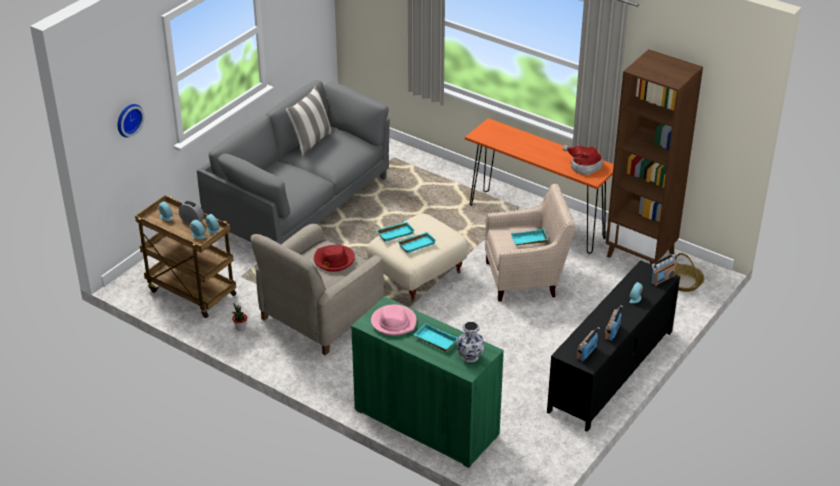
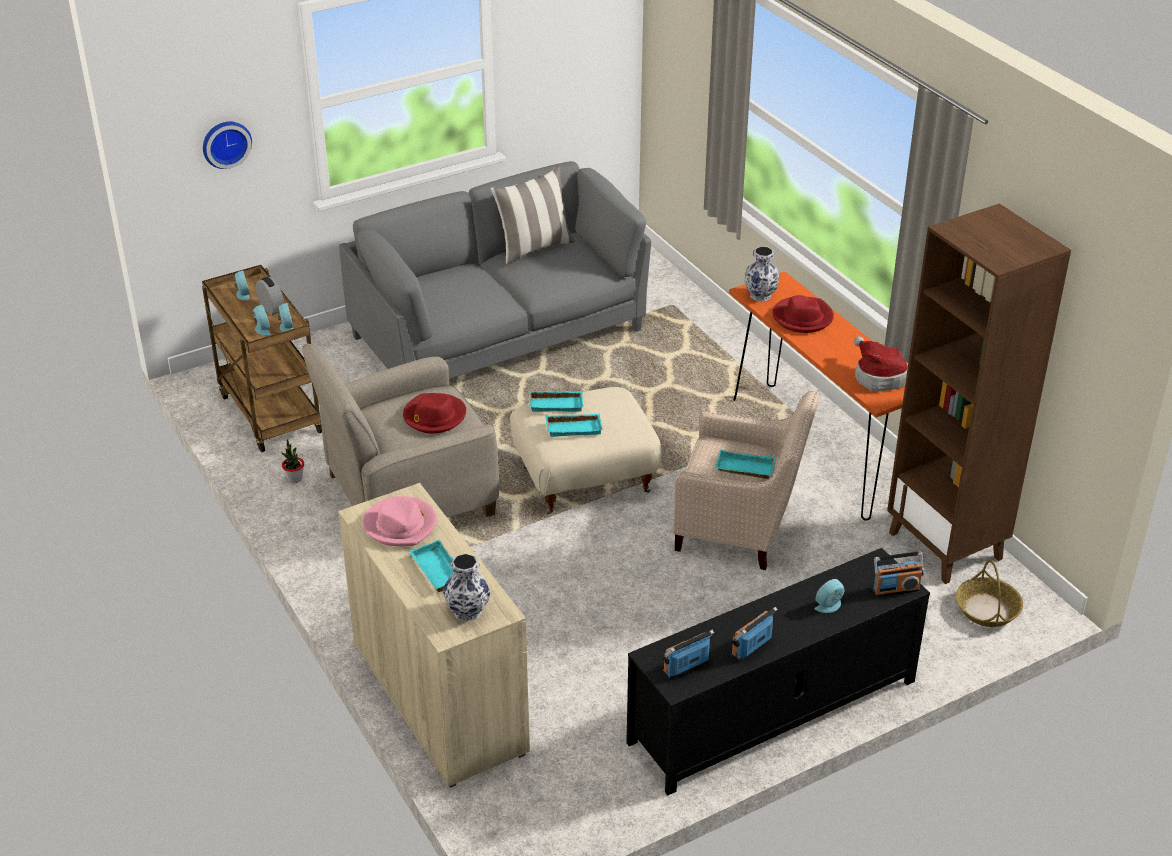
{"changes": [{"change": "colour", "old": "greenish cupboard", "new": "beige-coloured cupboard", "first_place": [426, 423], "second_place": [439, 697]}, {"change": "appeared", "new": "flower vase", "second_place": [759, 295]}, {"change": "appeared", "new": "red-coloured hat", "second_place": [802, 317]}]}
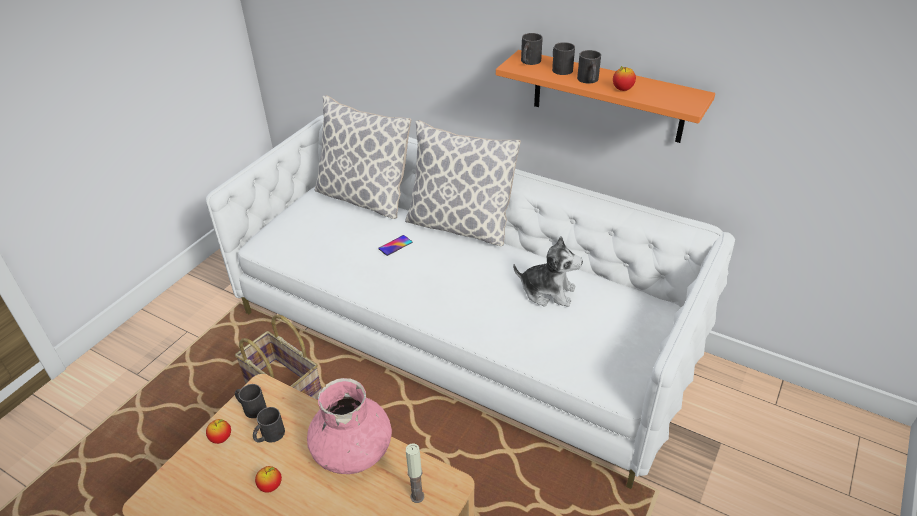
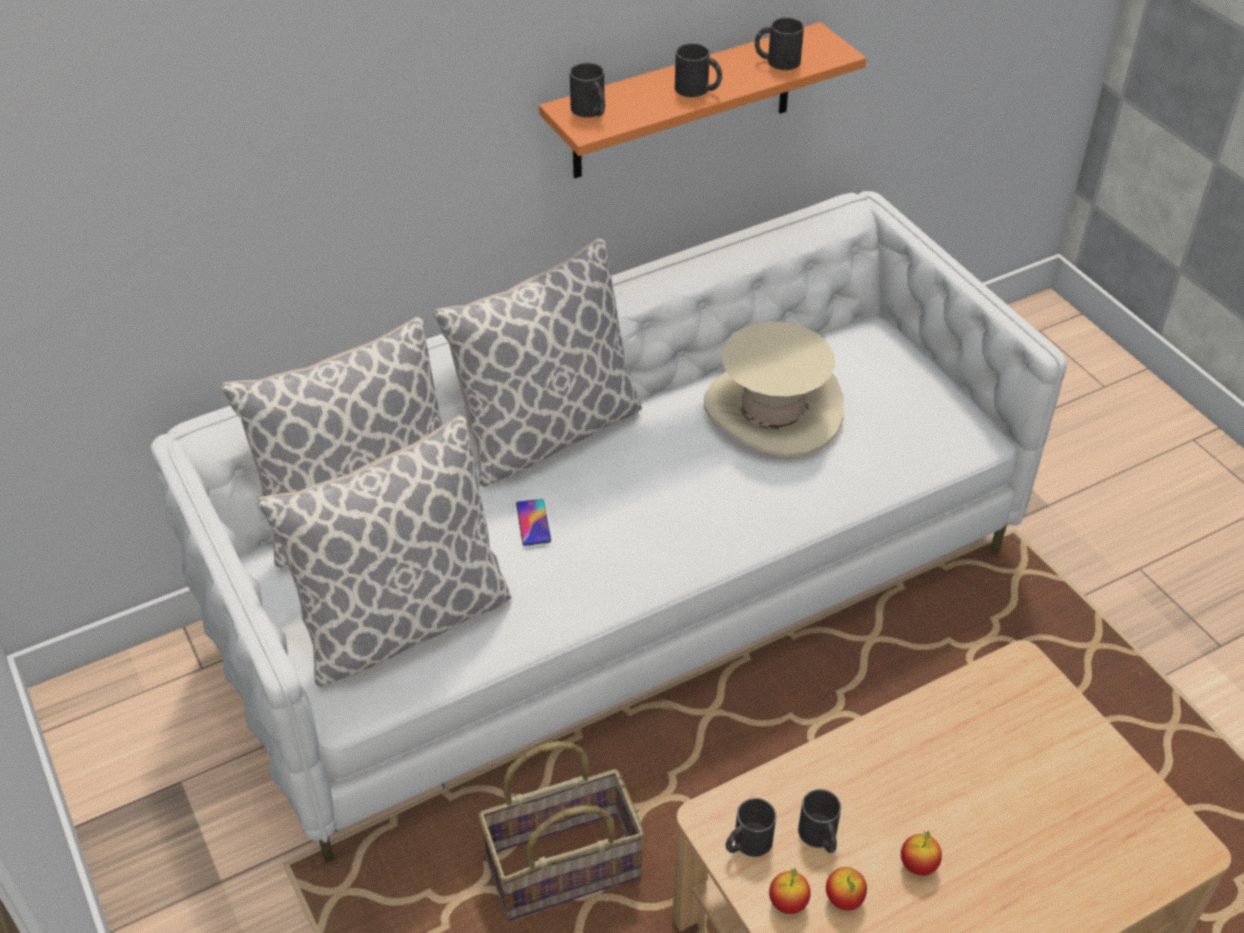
{"changes": [{"change": "relocated", "old": "blackish tea mug", "first_place": [560, 68], "second_place": [776, 61]}, {"change": "relocated", "old": "apple fruit", "first_place": [622, 89], "second_place": [844, 899]}, {"change": "exchanged", "old": "soft toy", "new": "beige-coloured hat", "first_place": [548, 292], "second_place": [773, 410]}, {"change": "missing", "old": "pink-coloured flower vase", "first_place": [353, 449]}, {"change": "missing", "old": "candle", "first_place": [417, 496]}, {"change": "appeared", "new": "pillow", "second_place": [403, 620]}]}
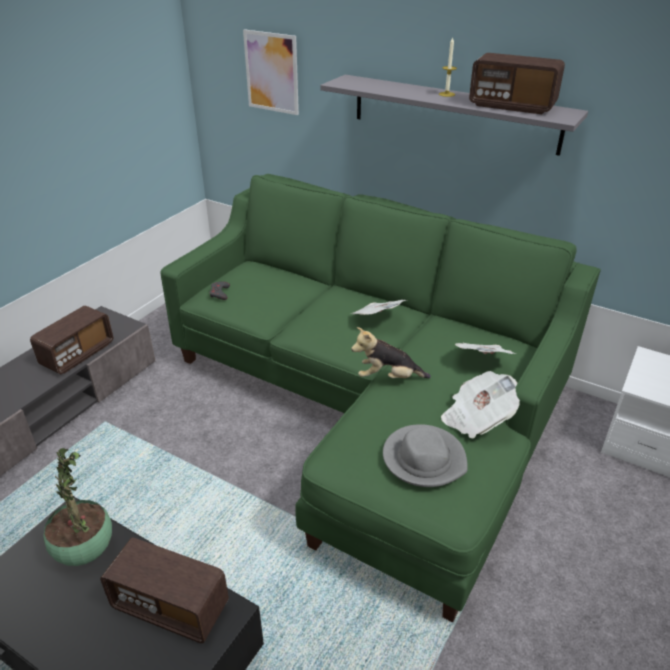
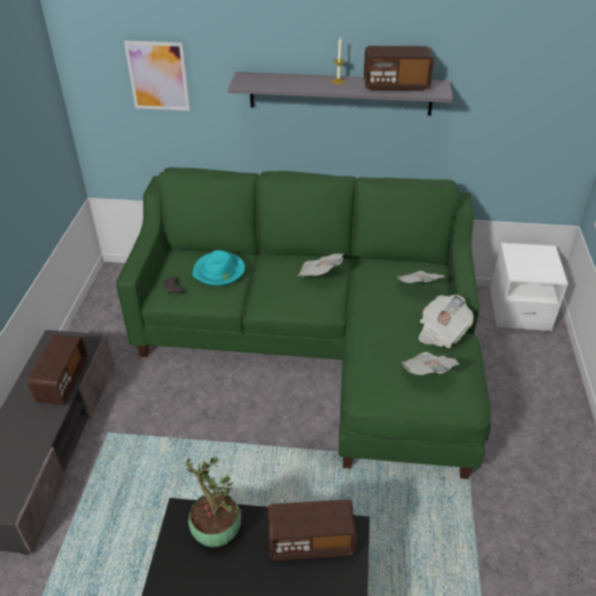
{"changes": [{"change": "missing", "old": "soft toy", "first_place": [388, 377]}, {"change": "exchanged", "old": "gray hat", "new": "newspaper", "first_place": [424, 458], "second_place": [427, 373]}, {"change": "appeared", "new": "turquoise hat", "second_place": [219, 271]}]}
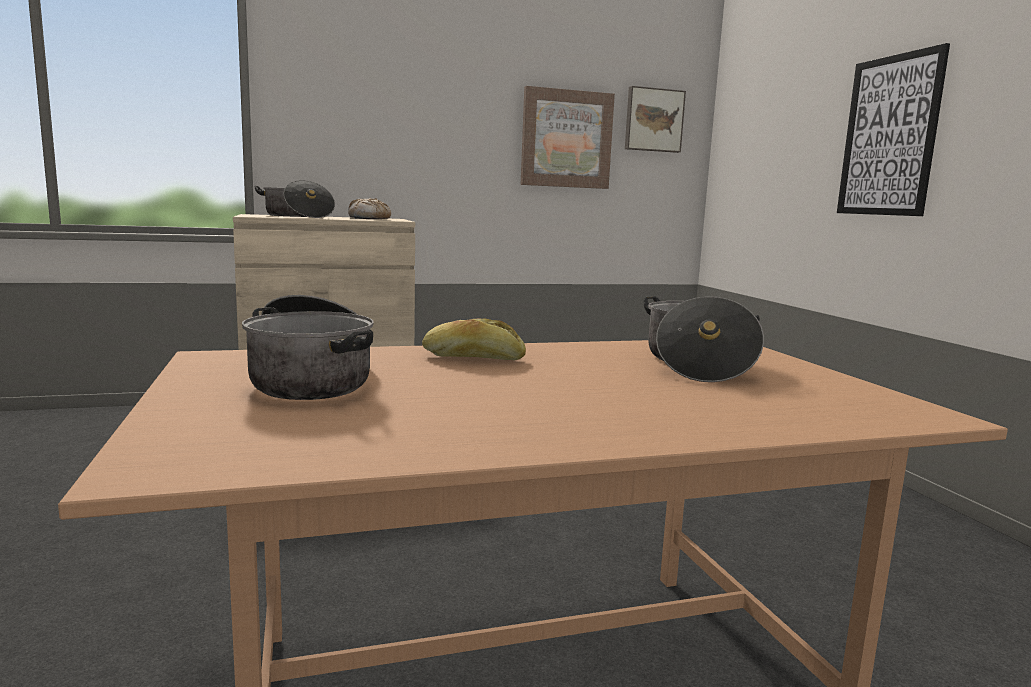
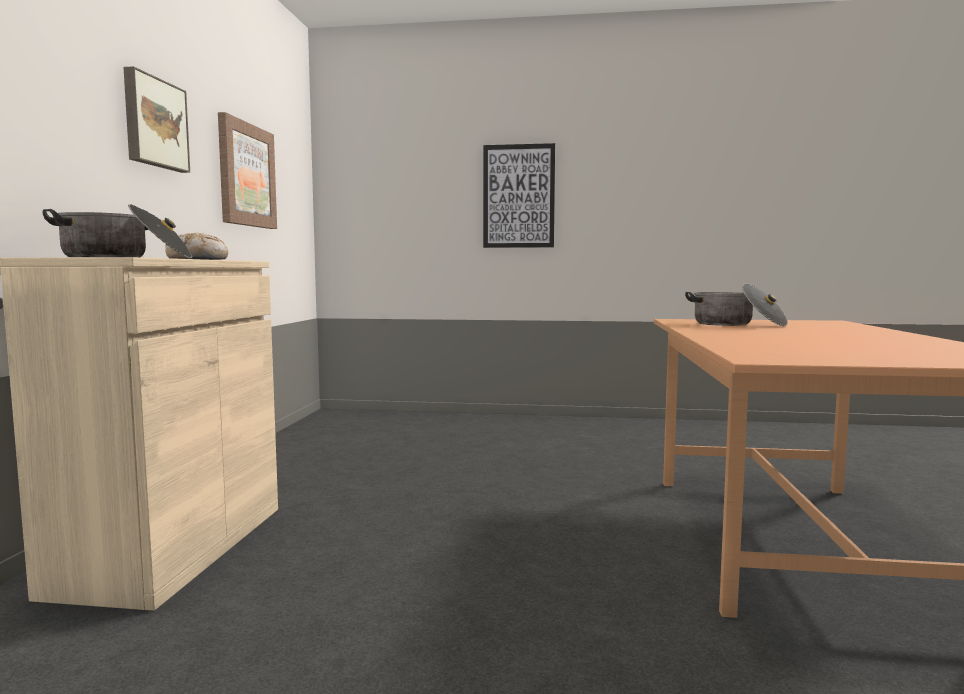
{"changes": [{"change": "relocated", "old": "picture", "first_place": [653, 120], "second_place": [154, 123]}, {"change": "missing", "old": "stockpot", "first_place": [314, 379]}, {"change": "missing", "old": "baked bread", "first_place": [473, 358]}]}
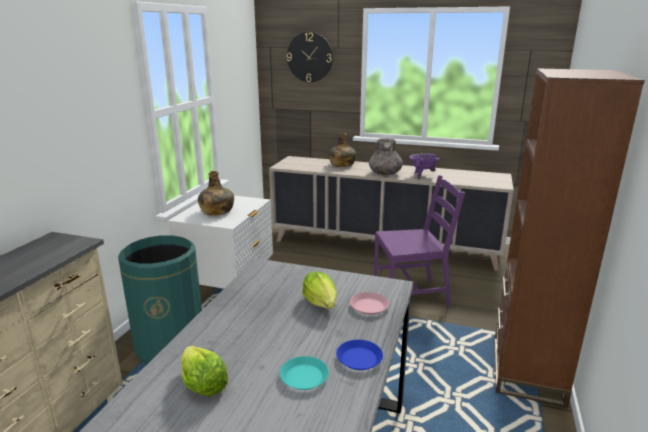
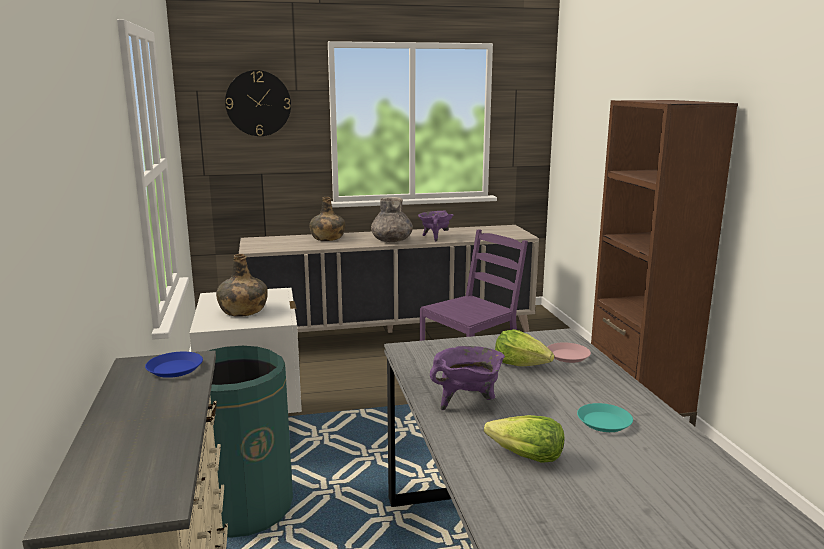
{"changes": [{"change": "relocated", "old": "bluish dinner plate", "first_place": [359, 358], "second_place": [175, 369]}, {"change": "appeared", "new": "purple-coloured stockpot", "second_place": [467, 403]}]}
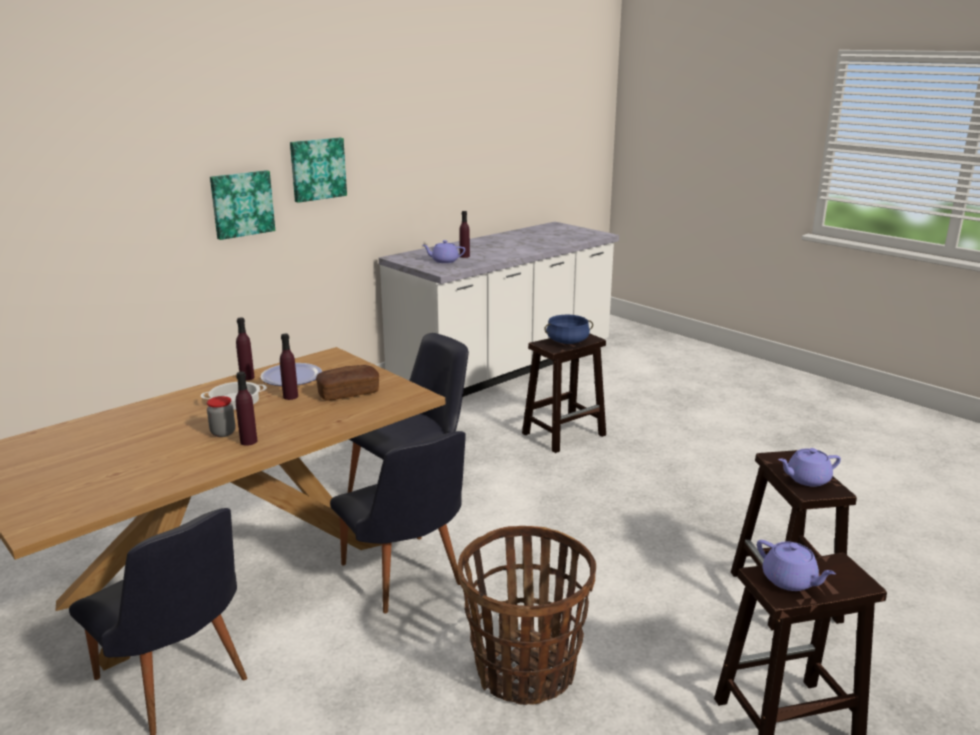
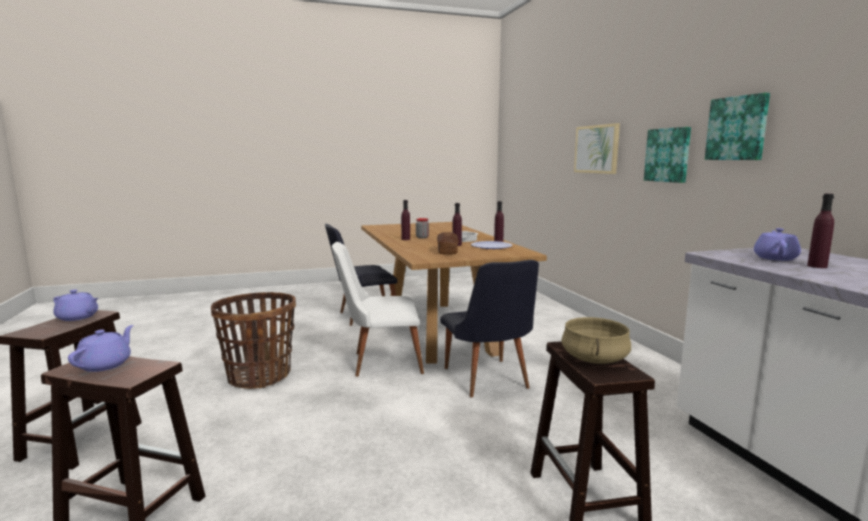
{"changes": [{"change": "colour", "old": "bluish stockpot", "new": "beige-coloured stockpot", "first_place": [567, 341], "second_place": [593, 359]}, {"change": "colour", "old": "blackish chair", "new": "white-coloured chair", "first_place": [406, 580], "second_place": [379, 362]}, {"change": "spun", "old": "purple-coloured tea pot", "first_place": [790, 581], "second_place": [78, 317], "degrees": -150}, {"change": "appeared", "new": "picture", "second_place": [597, 149]}]}
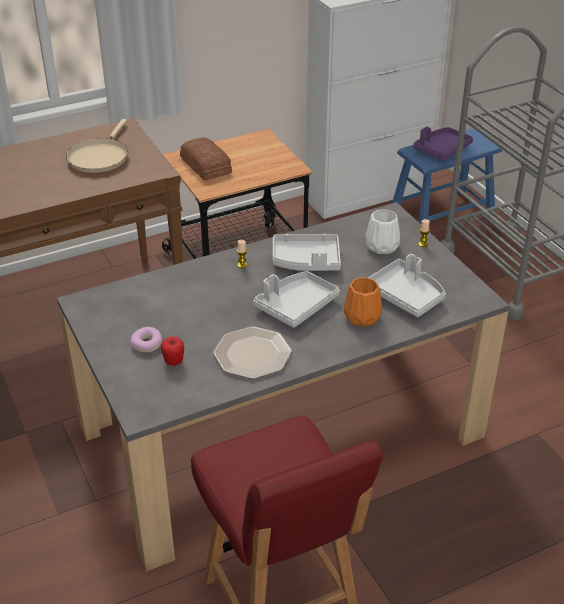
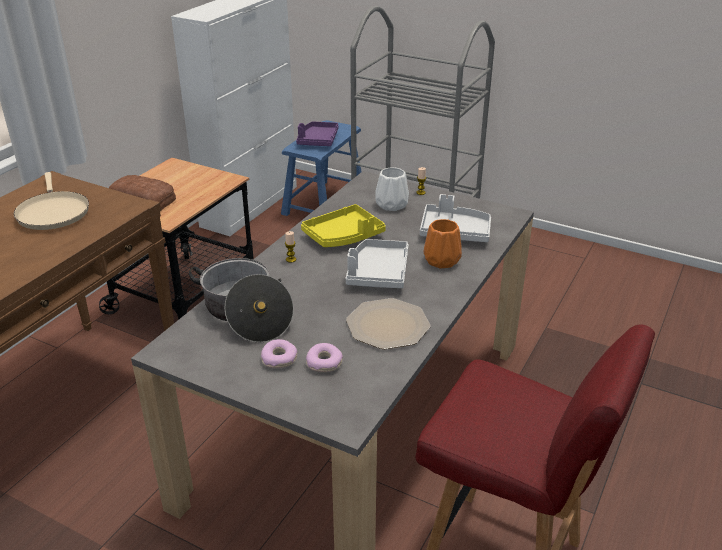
{"changes": [{"change": "colour", "old": "gray serving tray", "new": "yellowish serving tray", "first_place": [306, 261], "second_place": [344, 236]}, {"change": "exchanged", "old": "apple fruit", "new": "doughnut", "first_place": [174, 362], "second_place": [324, 363]}, {"change": "appeared", "new": "stockpot", "second_place": [245, 314]}]}
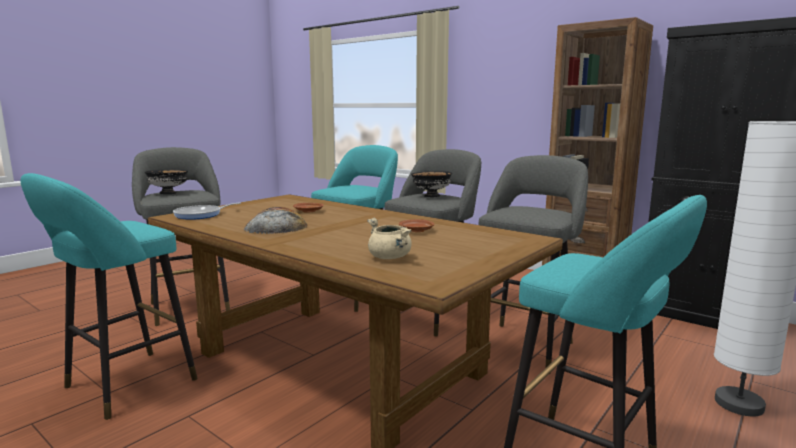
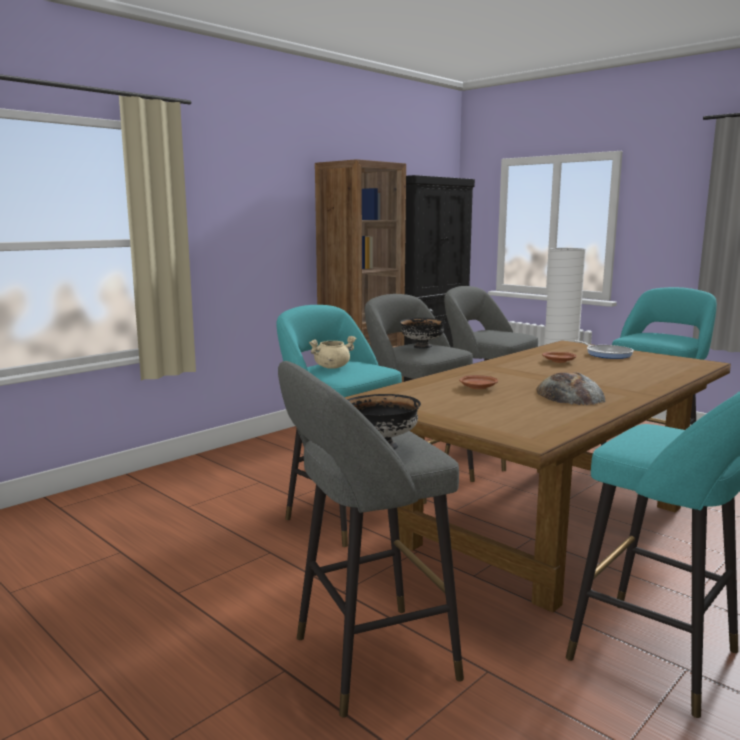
{"changes": [{"change": "relocated", "old": "skillet", "first_place": [201, 215], "second_place": [607, 354]}, {"change": "relocated", "old": "beige-coloured stockpot", "first_place": [390, 257], "second_place": [332, 367]}]}
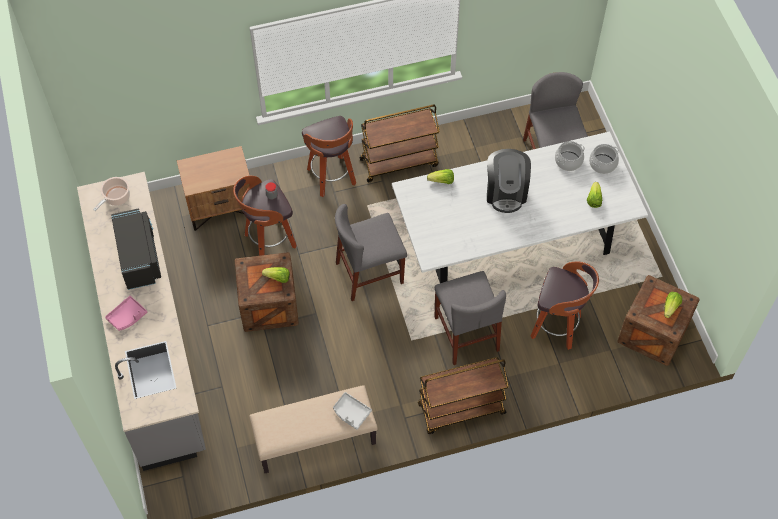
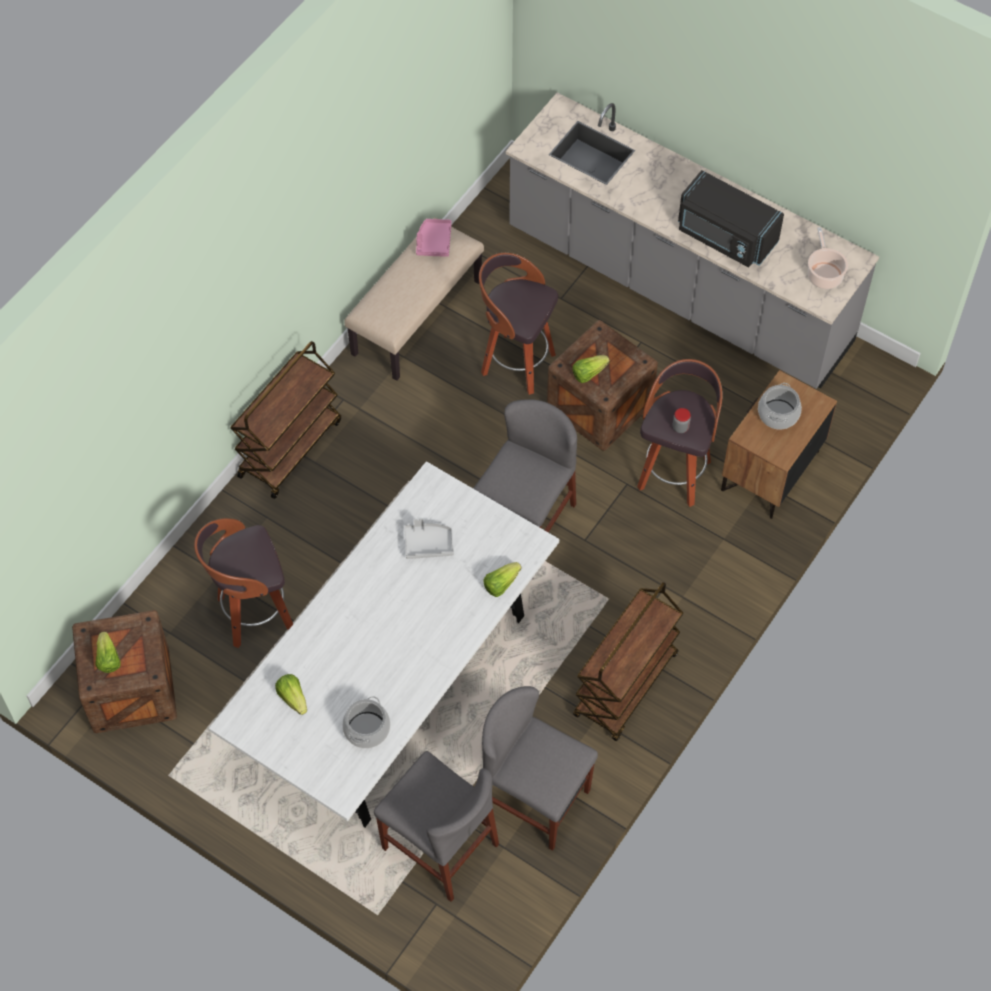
{"changes": [{"change": "relocated", "old": "stool seat", "first_place": [332, 177], "second_place": [516, 363]}, {"change": "relocated", "old": "stockpot", "first_place": [602, 164], "second_place": [778, 414]}, {"change": "missing", "old": "coffee brewer", "first_place": [506, 192]}, {"change": "relocated", "old": "gray chair", "first_place": [466, 333], "second_place": [533, 799]}, {"change": "relocated", "old": "pink-coloured serving tray", "first_place": [127, 316], "second_place": [434, 242]}, {"change": "relocated", "old": "gray serving tray", "first_place": [351, 413], "second_place": [428, 543]}]}
